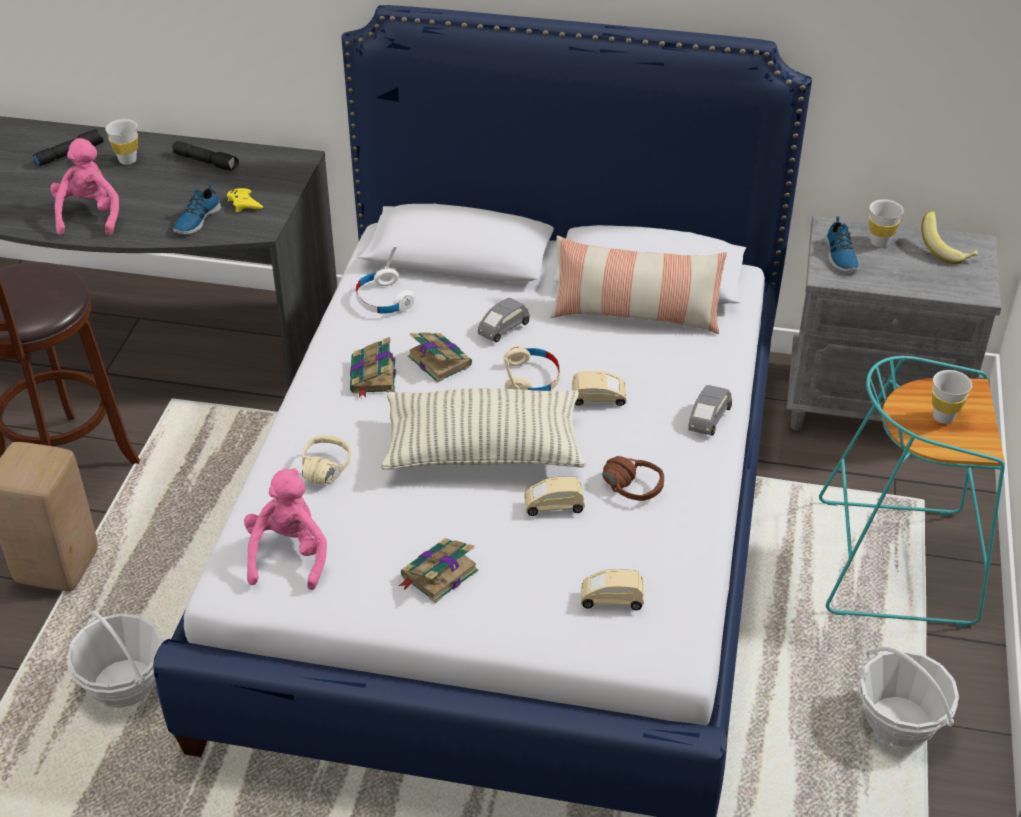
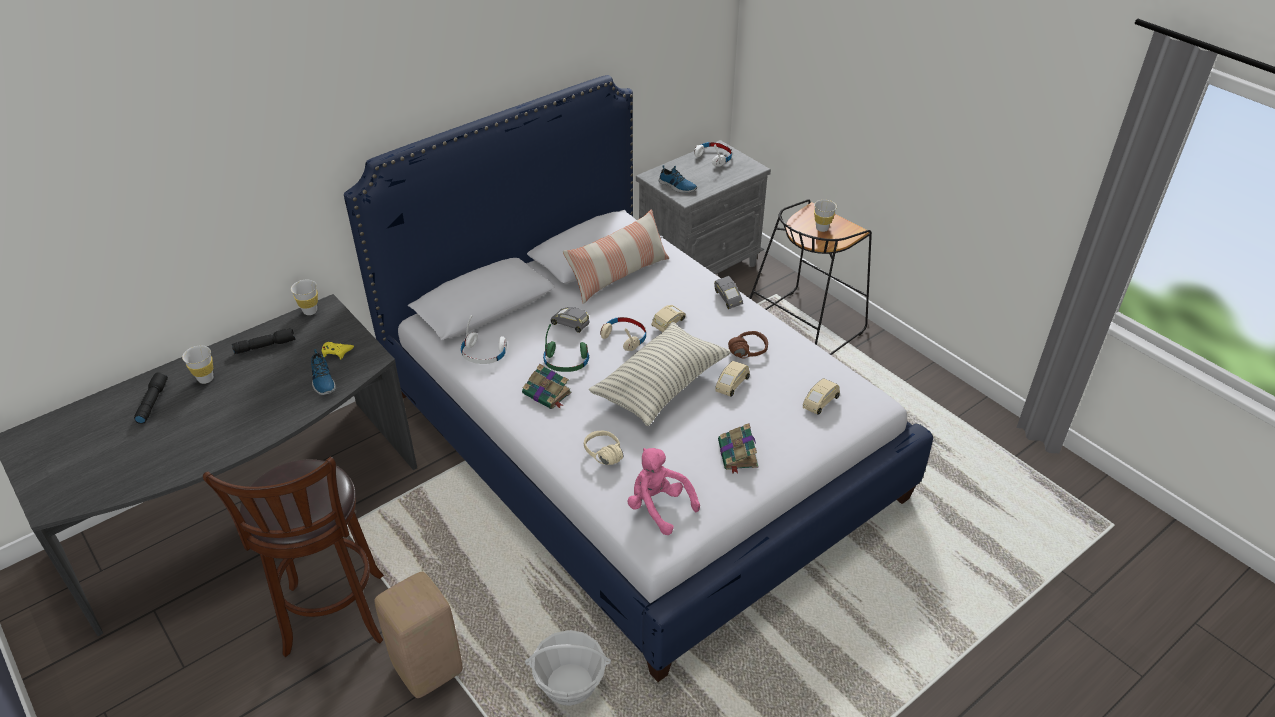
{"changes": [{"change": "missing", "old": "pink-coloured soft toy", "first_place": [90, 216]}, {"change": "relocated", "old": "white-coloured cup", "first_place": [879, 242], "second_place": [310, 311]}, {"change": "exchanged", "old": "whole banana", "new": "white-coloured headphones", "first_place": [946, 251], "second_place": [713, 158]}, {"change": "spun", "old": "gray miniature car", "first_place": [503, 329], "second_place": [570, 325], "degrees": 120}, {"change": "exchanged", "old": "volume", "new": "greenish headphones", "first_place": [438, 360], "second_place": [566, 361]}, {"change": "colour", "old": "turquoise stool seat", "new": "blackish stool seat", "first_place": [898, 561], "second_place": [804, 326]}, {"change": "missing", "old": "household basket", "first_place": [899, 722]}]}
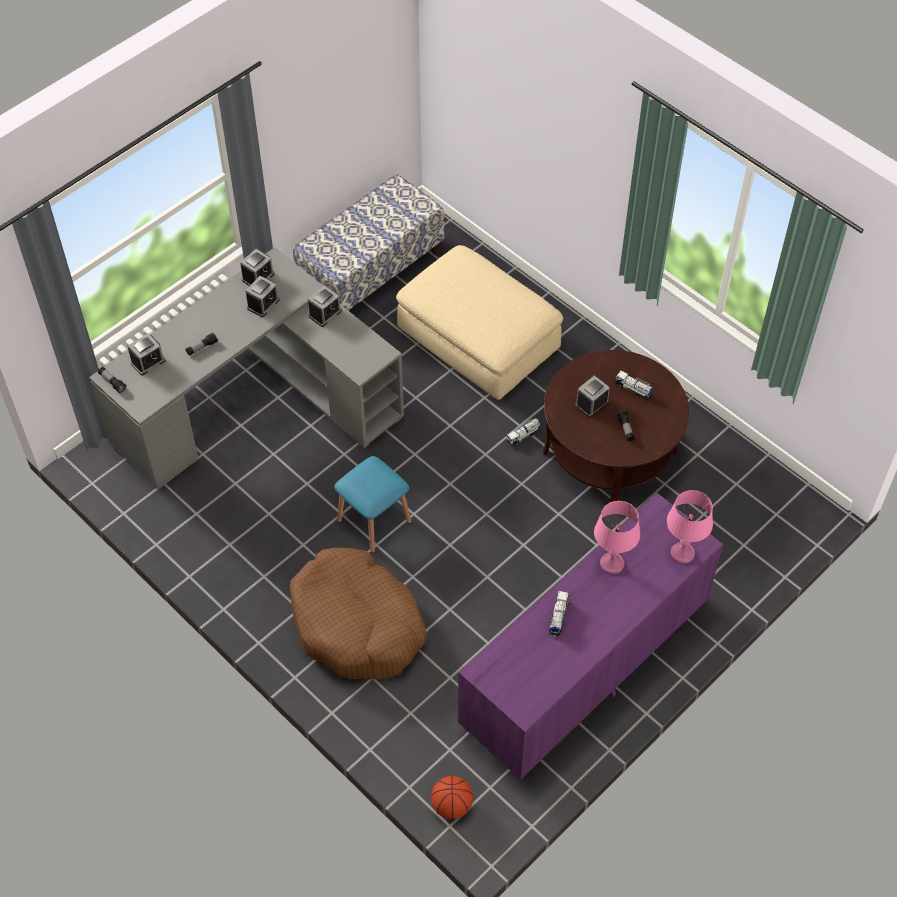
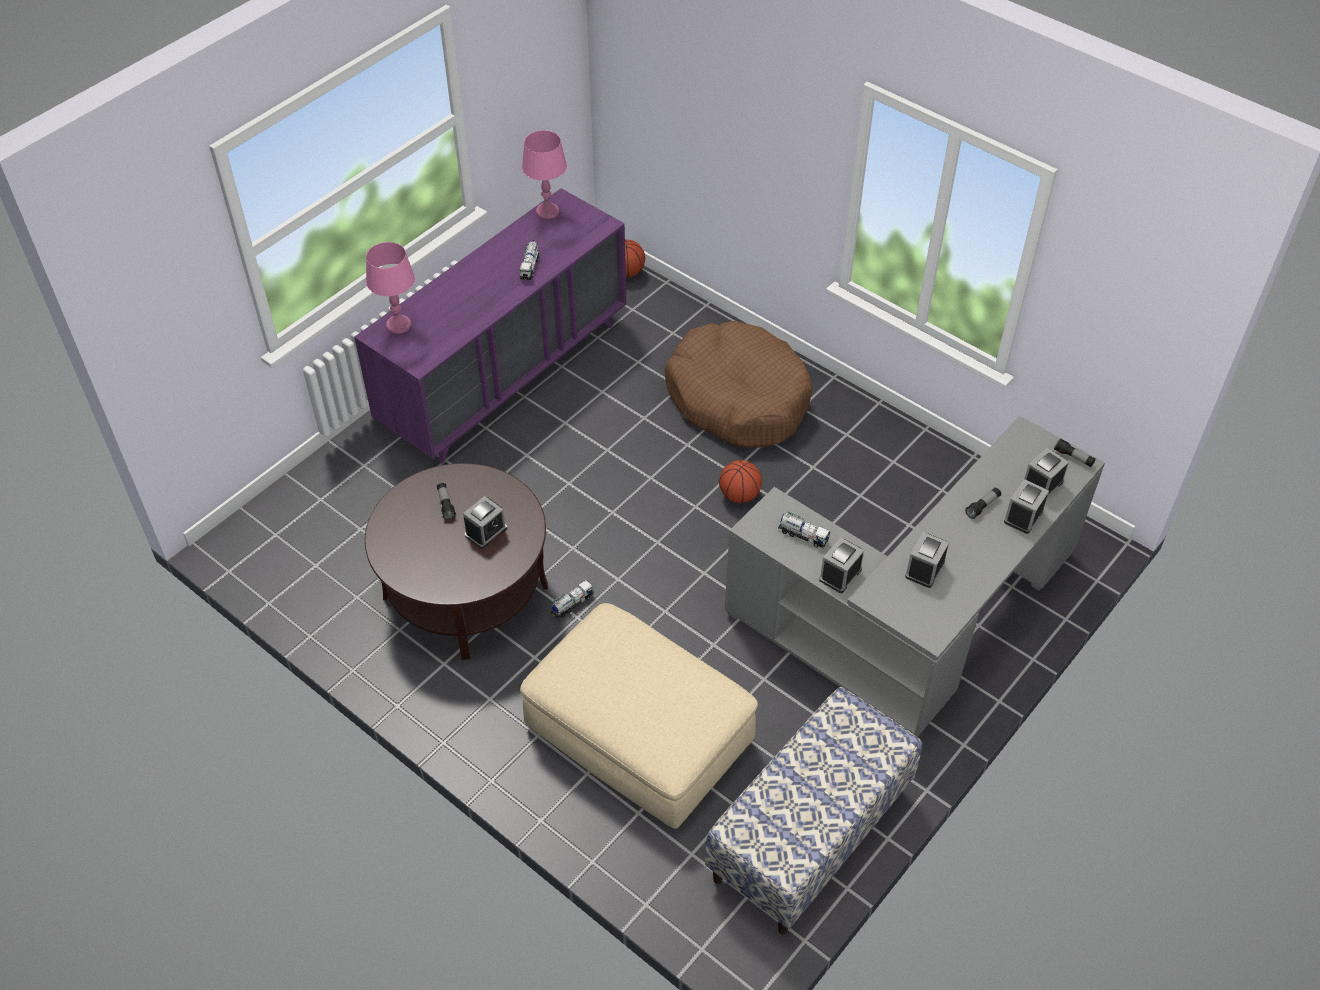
{"changes": [{"change": "relocated", "old": "table clock", "first_place": [258, 277], "second_place": [1023, 516]}, {"change": "relocated", "old": "toy lorry", "first_place": [633, 389], "second_place": [803, 535]}, {"change": "exchanged", "old": "bluish stool seat", "new": "ball for basketball", "first_place": [374, 521], "second_place": [739, 495]}, {"change": "relocated", "old": "pink-coloured tabletop lamp", "first_place": [612, 564], "second_place": [547, 212]}]}
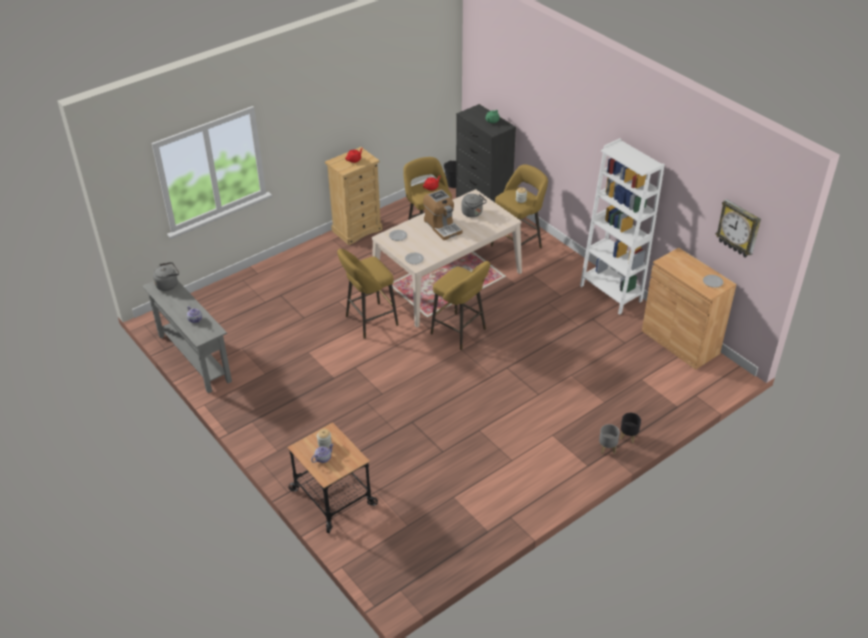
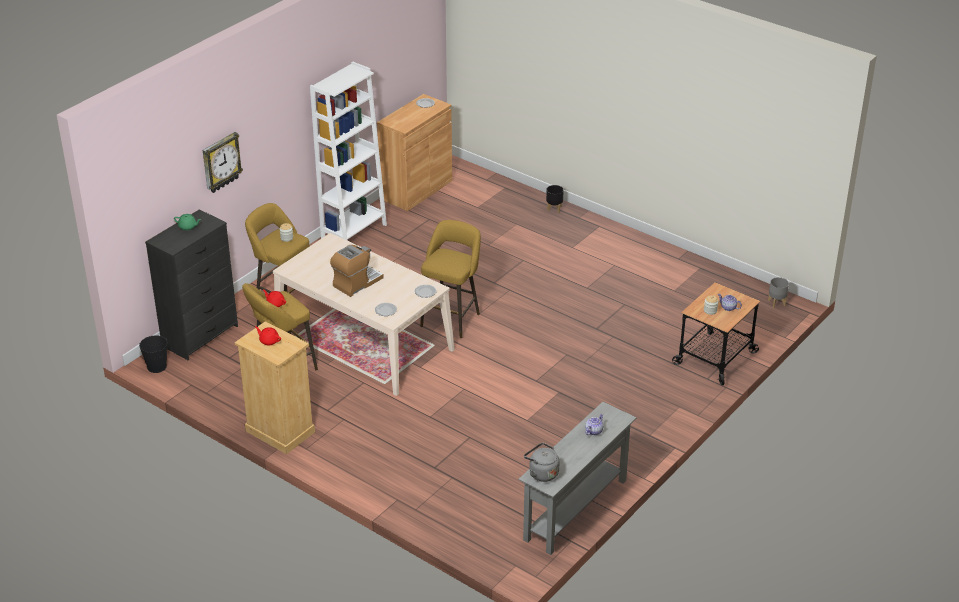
{"changes": [{"change": "missing", "old": "gray kettle", "first_place": [473, 213]}, {"change": "relocated", "old": "wall clock", "first_place": [738, 228], "second_place": [221, 162]}, {"change": "missing", "old": "yellowish stool seat", "first_place": [369, 321]}, {"change": "relocated", "old": "gray plant pot", "first_place": [607, 448], "second_place": [777, 303]}]}
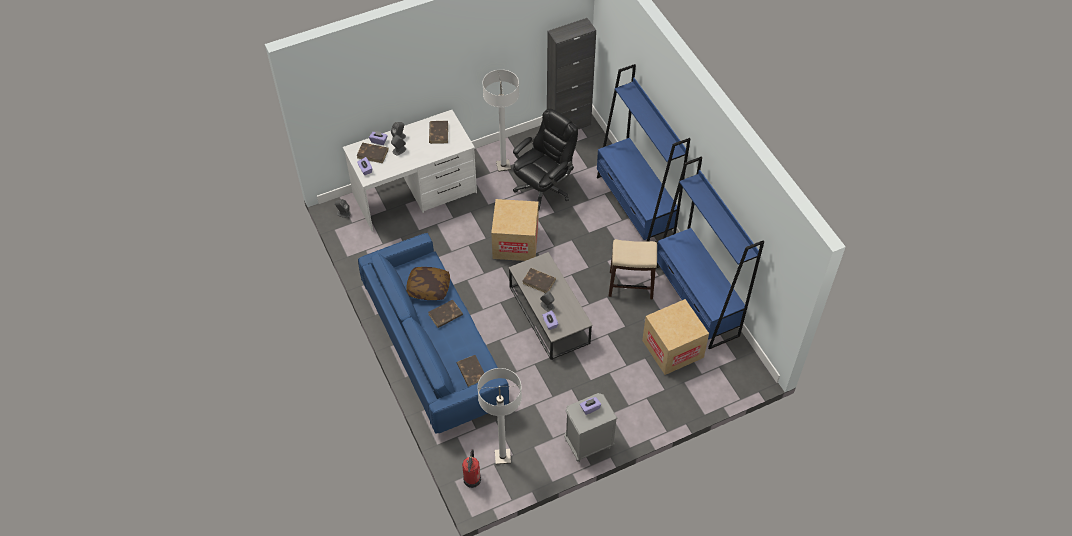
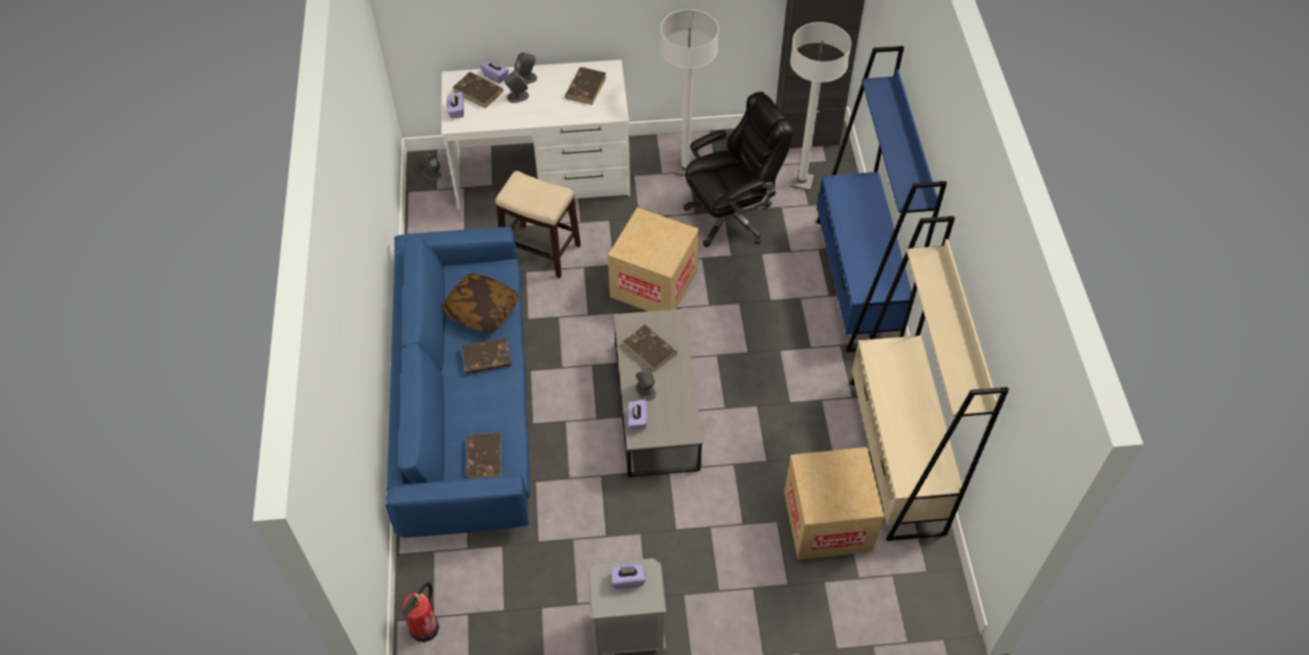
{"changes": [{"change": "colour", "old": "bluish shelving unit", "new": "beige-coloured shelving unit", "first_place": [696, 301], "second_place": [896, 456]}, {"change": "relocated", "old": "stool seat", "first_place": [630, 285], "second_place": [540, 250]}, {"change": "relocated", "old": "white-coloured floor lamp", "first_place": [502, 457], "second_place": [801, 182]}]}
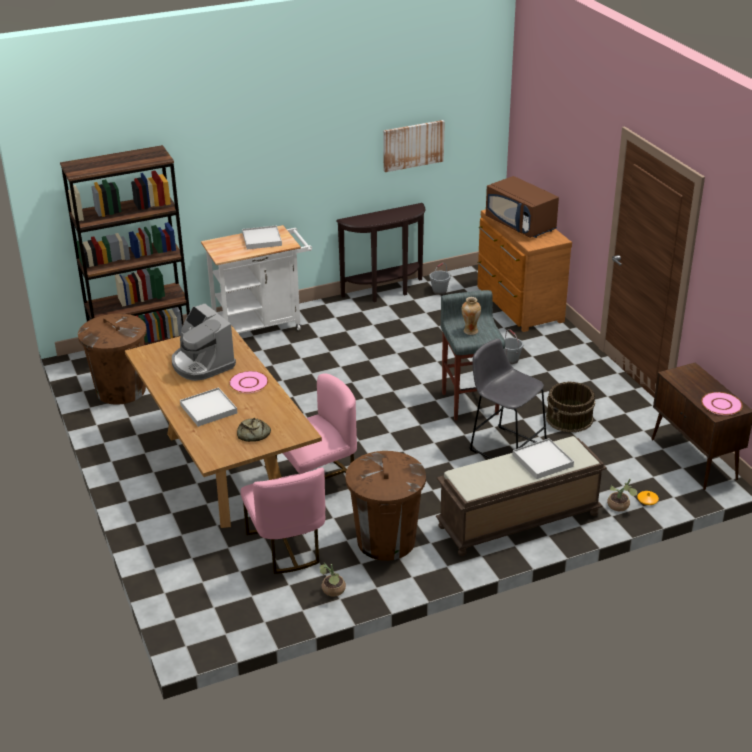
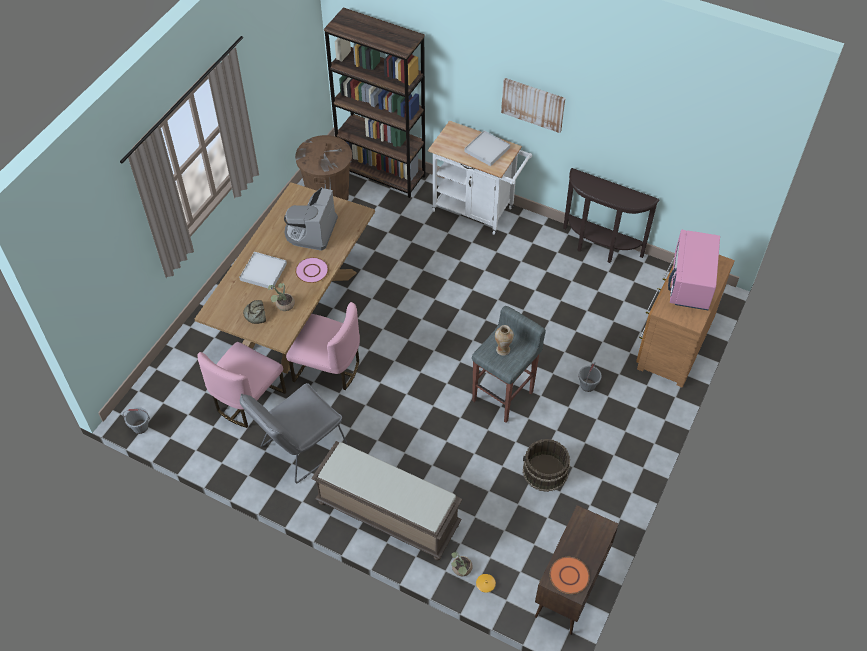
{"changes": [{"change": "relocated", "old": "picture", "first_place": [413, 145], "second_place": [533, 104]}, {"change": "colour", "old": "brown-coloured microwave oven", "new": "pink-coloured microwave oven", "first_place": [521, 225], "second_place": [691, 283]}, {"change": "relocated", "old": "gray water bucket", "first_place": [439, 291], "second_place": [140, 427]}, {"change": "missing", "old": "gray stool seat", "first_place": [505, 447]}, {"change": "colour", "old": "pink-coloured dinner plate", "new": "orange dinner plate", "first_place": [721, 404], "second_place": [569, 575]}, {"change": "missing", "old": "white-coloured serving tray", "first_place": [542, 461]}, {"change": "exchanged", "old": "brown-coloured waste bin", "new": "gray chair", "first_place": [386, 541], "second_place": [299, 449]}, {"change": "relocated", "old": "potted plant", "first_place": [333, 591], "second_place": [283, 305]}]}
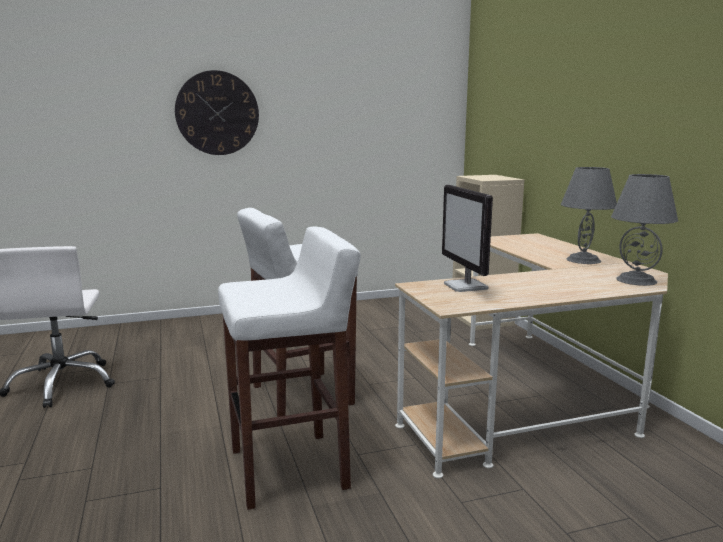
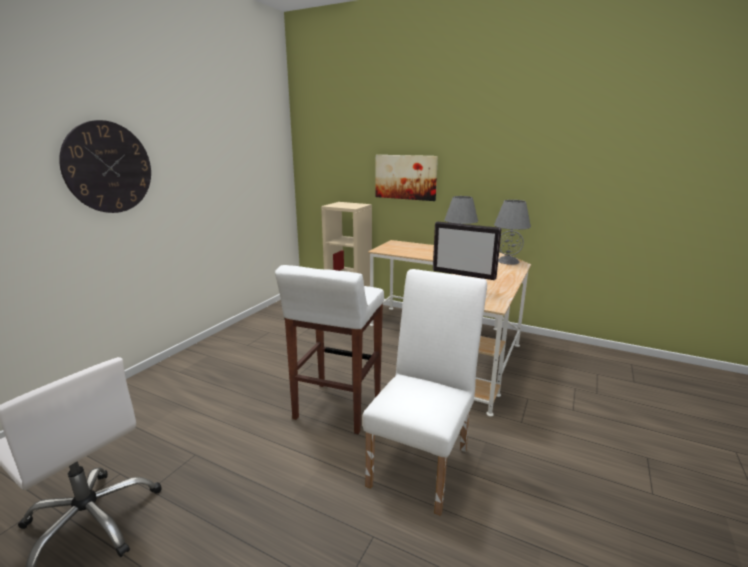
{"changes": [{"change": "exchanged", "old": "white-coloured stool seat", "new": "white-coloured chair", "first_place": [291, 469], "second_place": [423, 461]}, {"change": "appeared", "new": "picture", "second_place": [406, 177]}]}
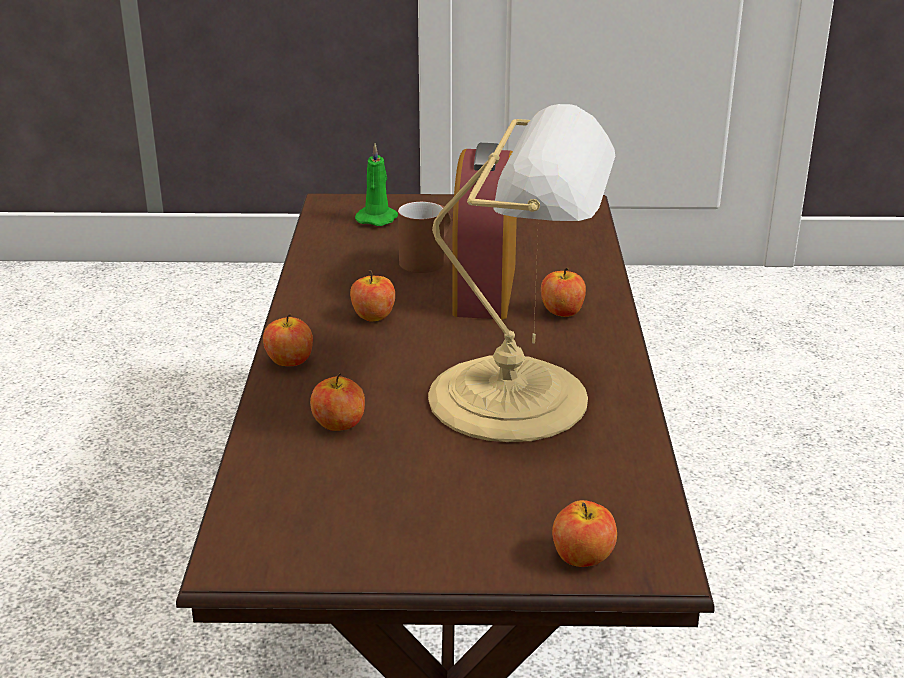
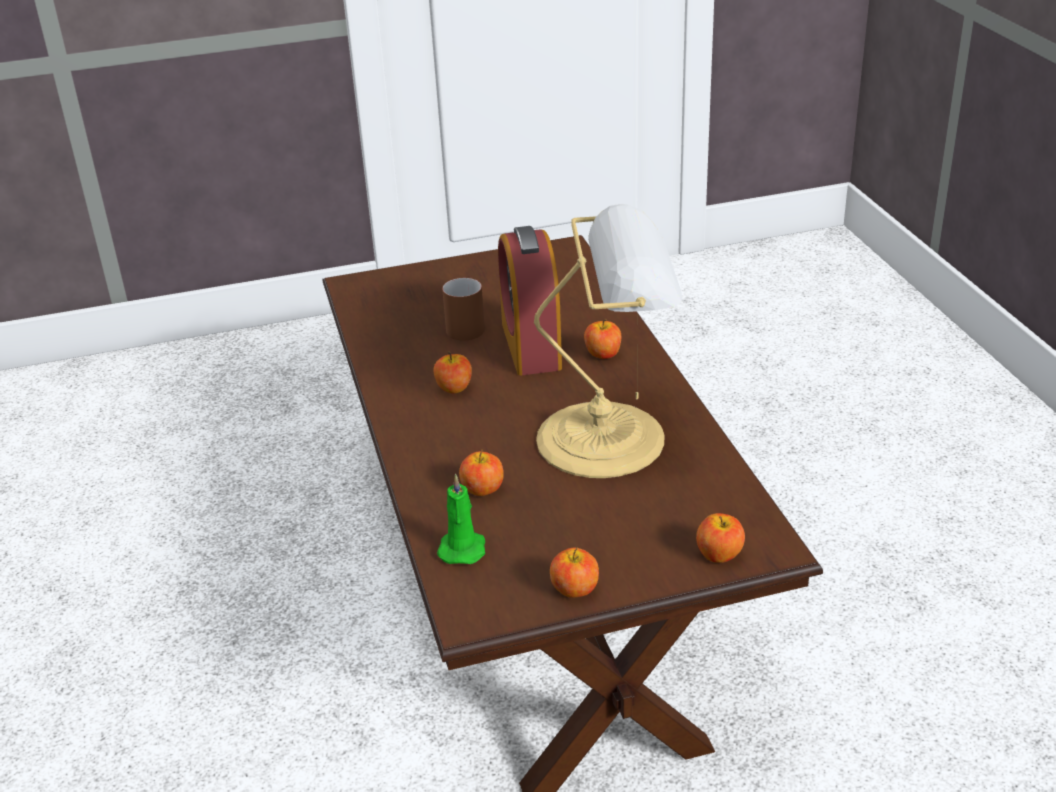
{"changes": [{"change": "relocated", "old": "greenish candle", "first_place": [378, 218], "second_place": [462, 548]}, {"change": "relocated", "old": "apple fruit", "first_place": [289, 361], "second_place": [574, 590]}]}
